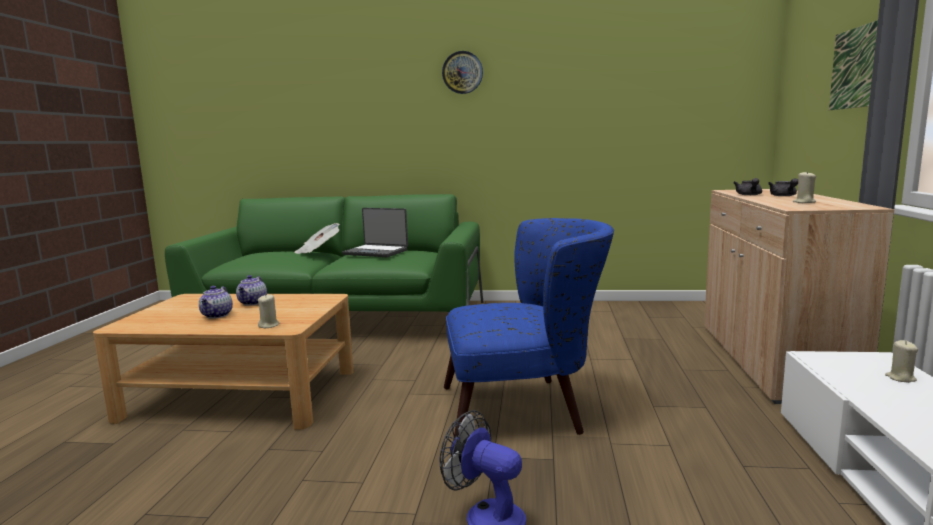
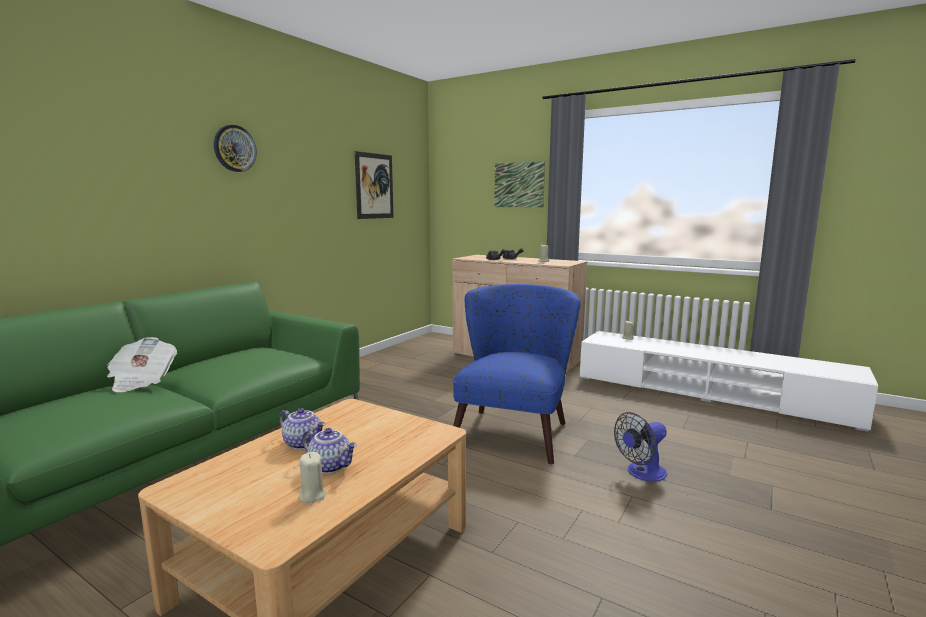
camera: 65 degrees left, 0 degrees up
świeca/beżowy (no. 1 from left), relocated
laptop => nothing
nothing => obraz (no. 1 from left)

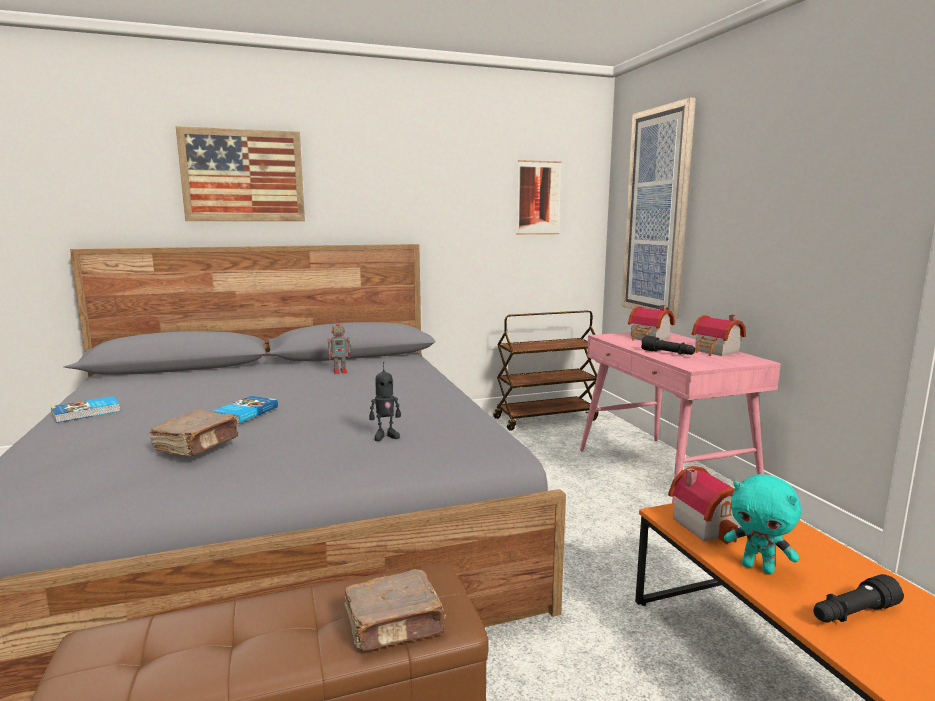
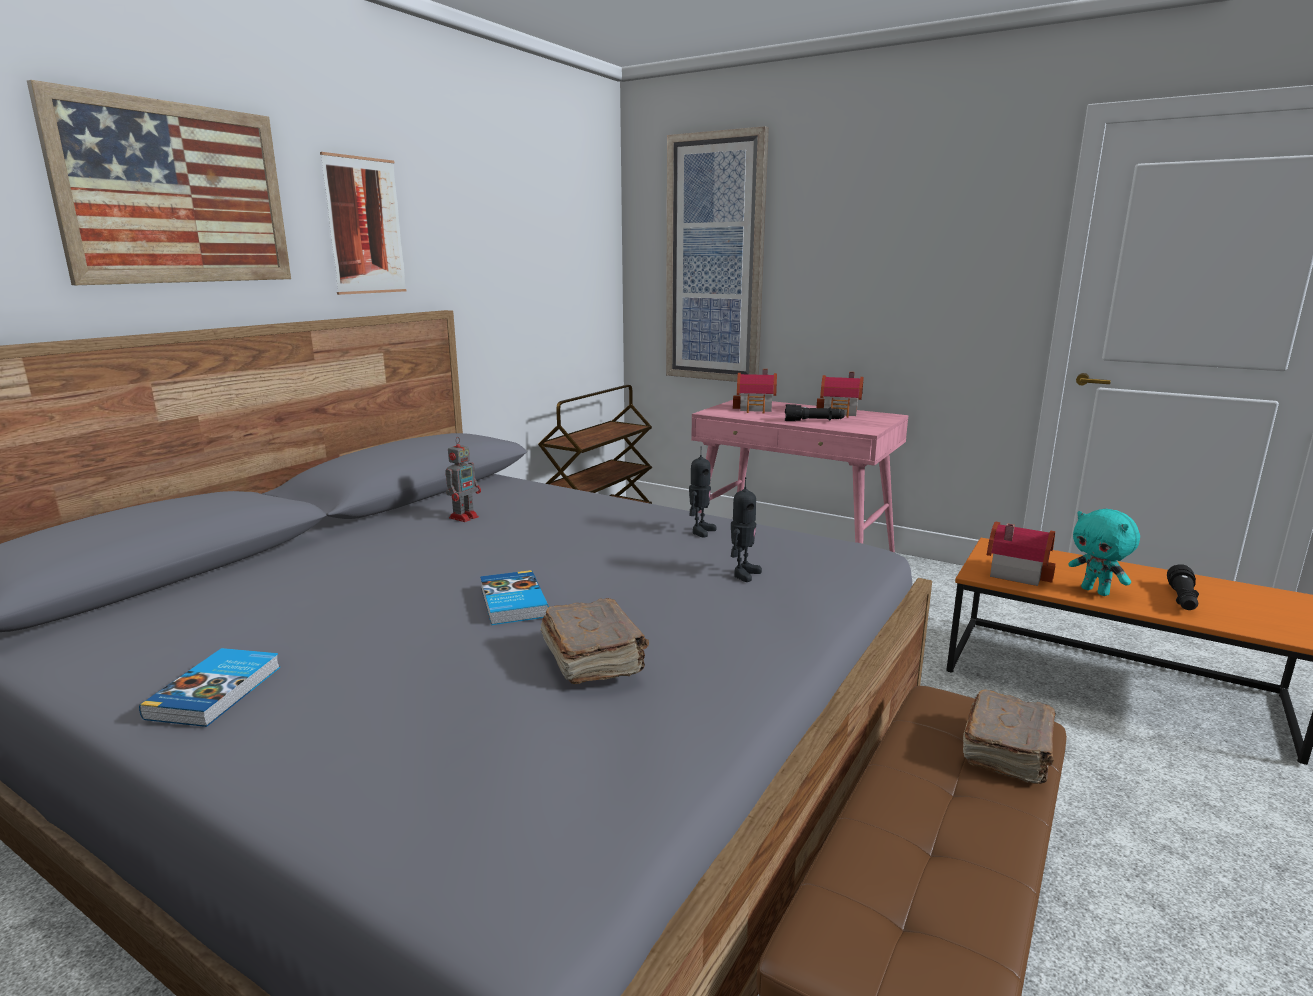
camera: 40 degrees left, 5 degrees up
obraz (no. 2 from left), relocated
pluszak/turkusowy, 60 degrees clockwise
nothing => robot zabawkowy (no. 2 from left)

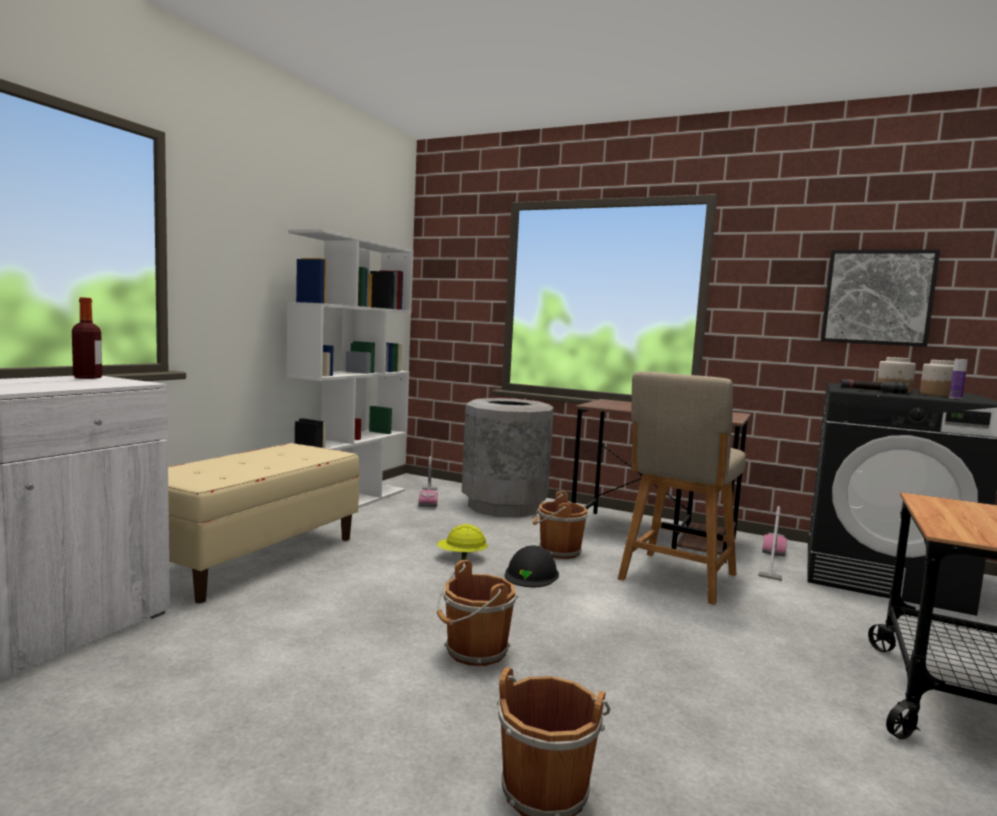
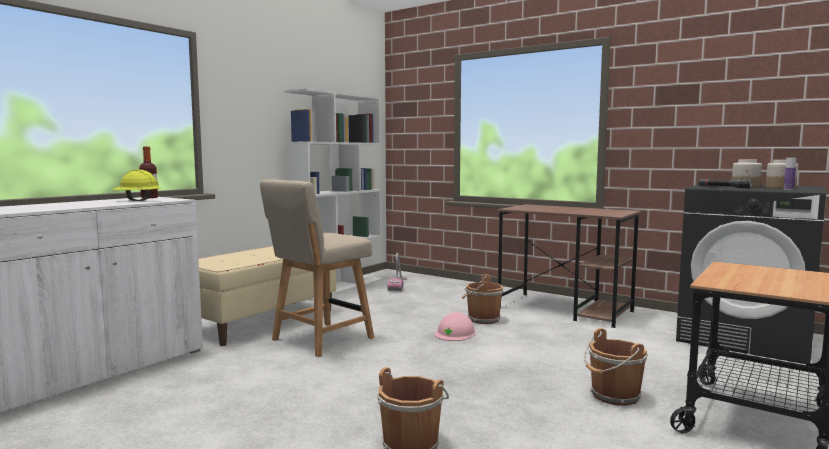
camera: 10 degrees right, 0 degrees up
kask/żółty, relocated
wiadro/brązowy (no. 1 from left in the first image) => wiadro/brązowy (no. 3 from left), relocated
kosz na śmieci/szary => nothing
kask/czarny => kask/różowy
krzesło/beżowy, relocated
odkurzacz (no. 2 from left) => nothing
obraz => nothing

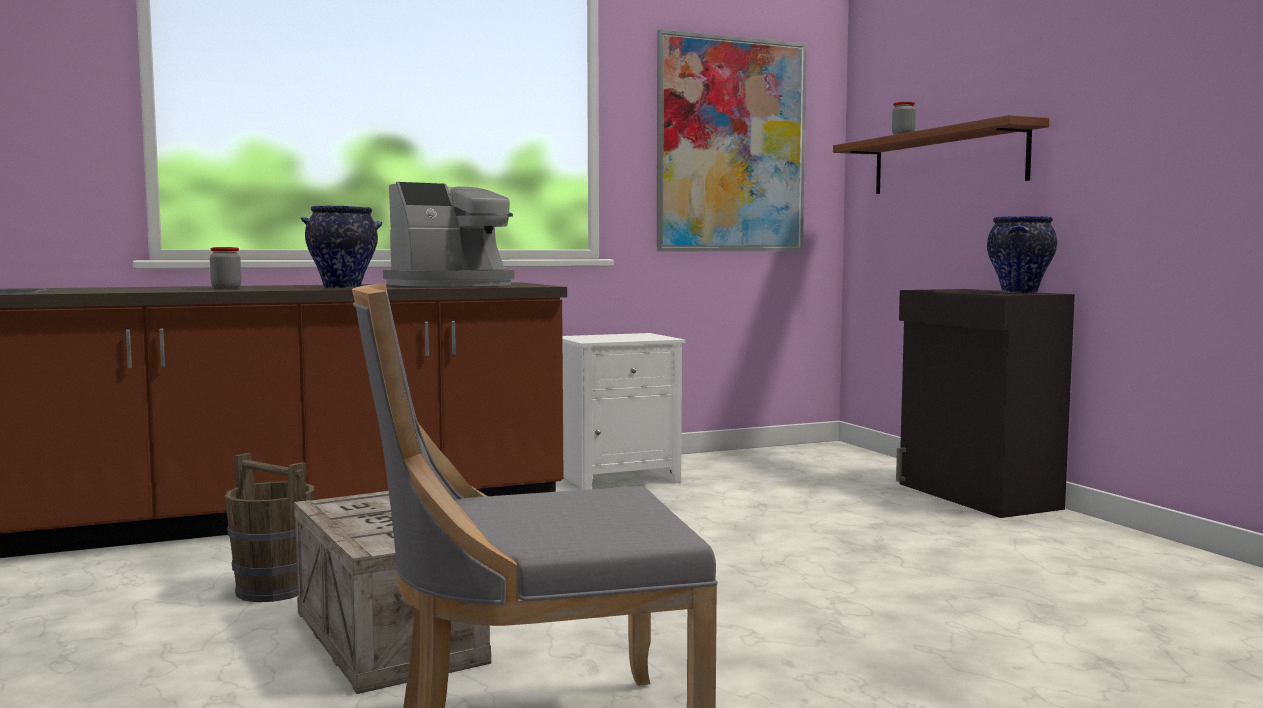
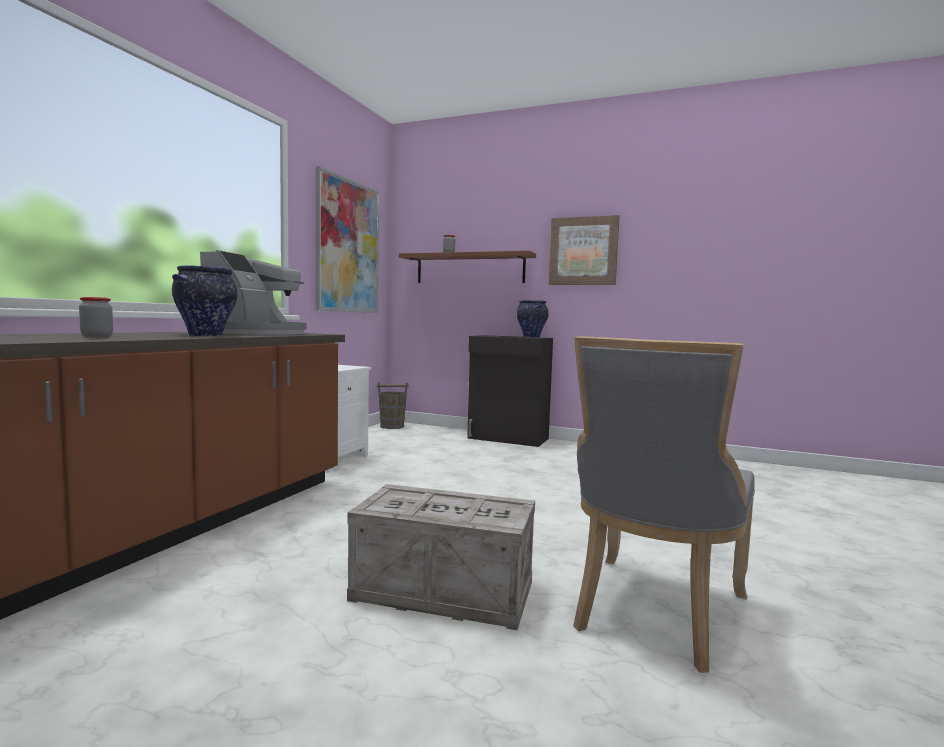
camera: 45 degrees left, 0 degrees up
wiadro/brązowy, relocated
nothing => obraz (no. 2 from left)

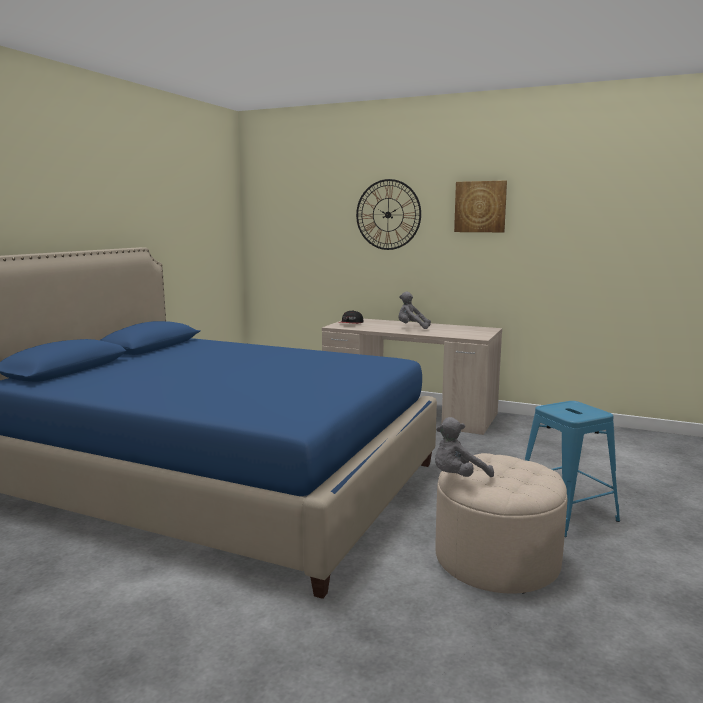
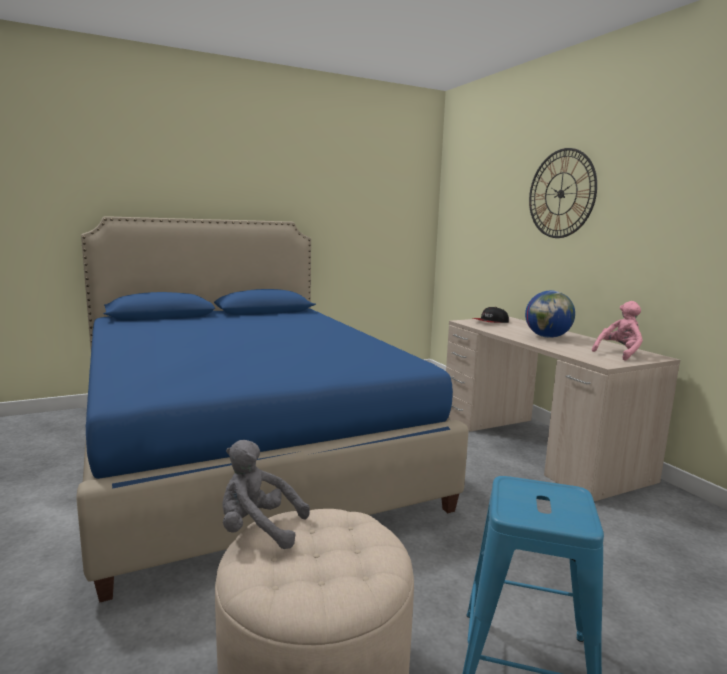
camera: 40 degrees right, 0 degrees up
pluszak/szary (no. 1 from left) => globus
obraz => nothing
nothing => pluszak/różowy

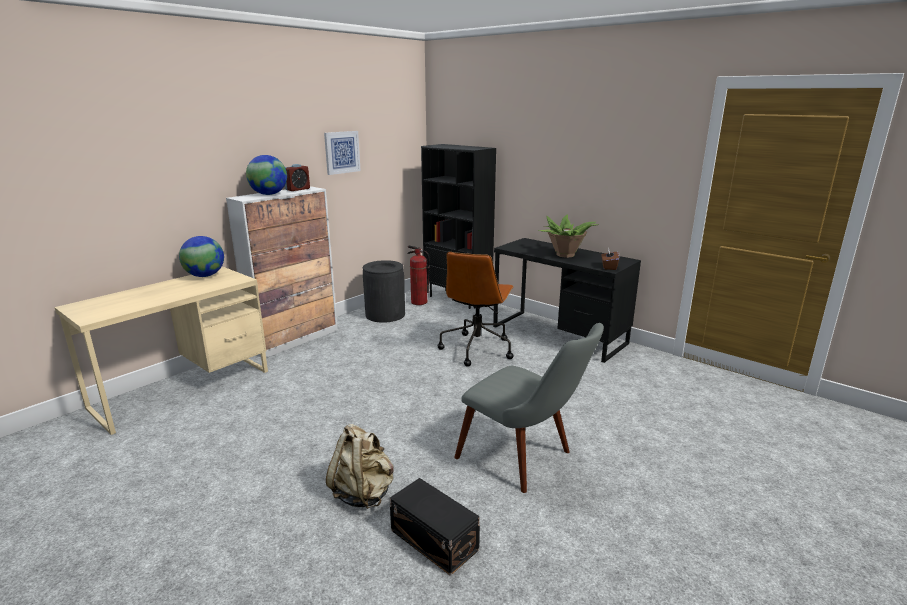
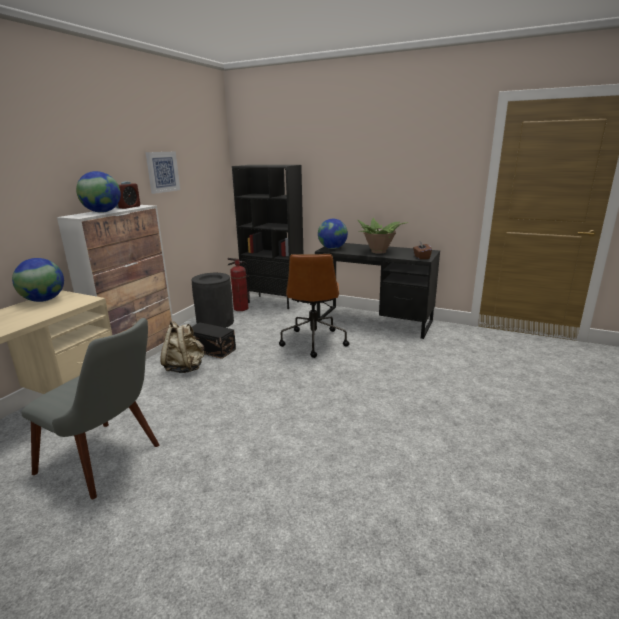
camera: 15 degrees left, 0 degrees up
plecak/beżowy, relocated
pojemnik do przechowywania/czarny, relocated
krzesło/szary, relocated
nothing => globus (no. 3 from left)

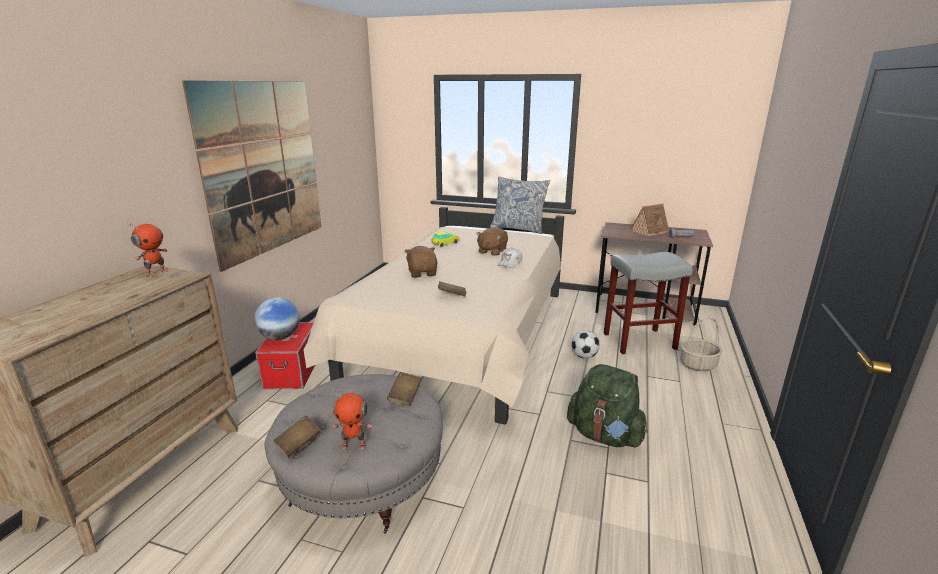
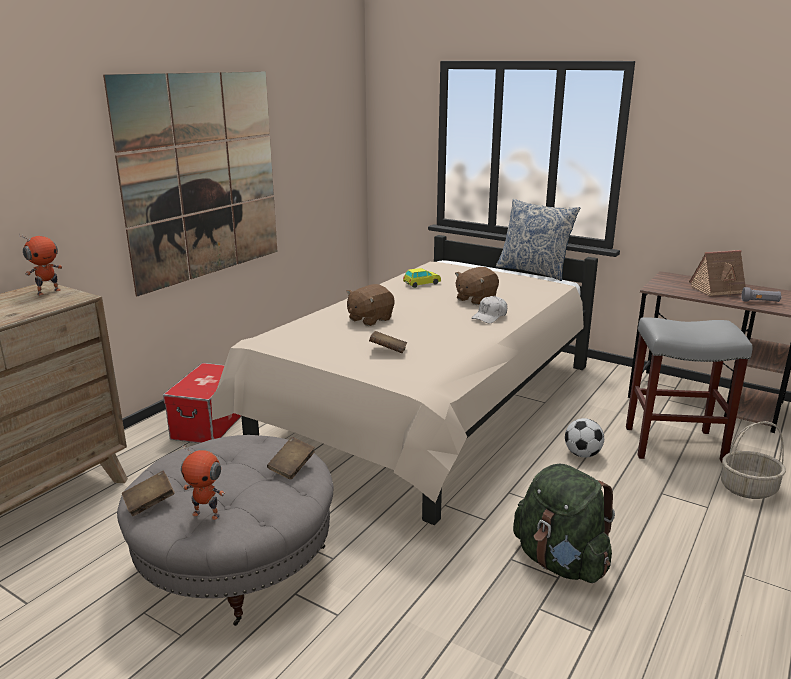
camera: 15 degrees right, 0 degrees up
globus => nothing
pluszak/brązowy (no. 1 from left), 135 degrees counterclockwise

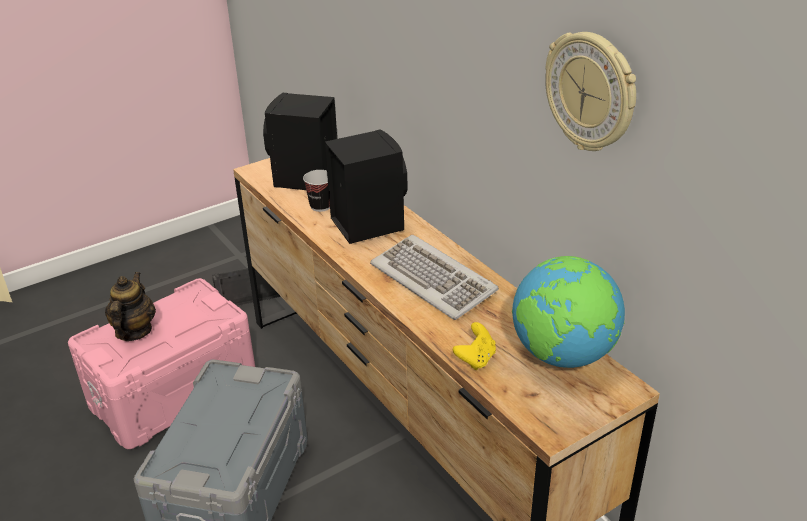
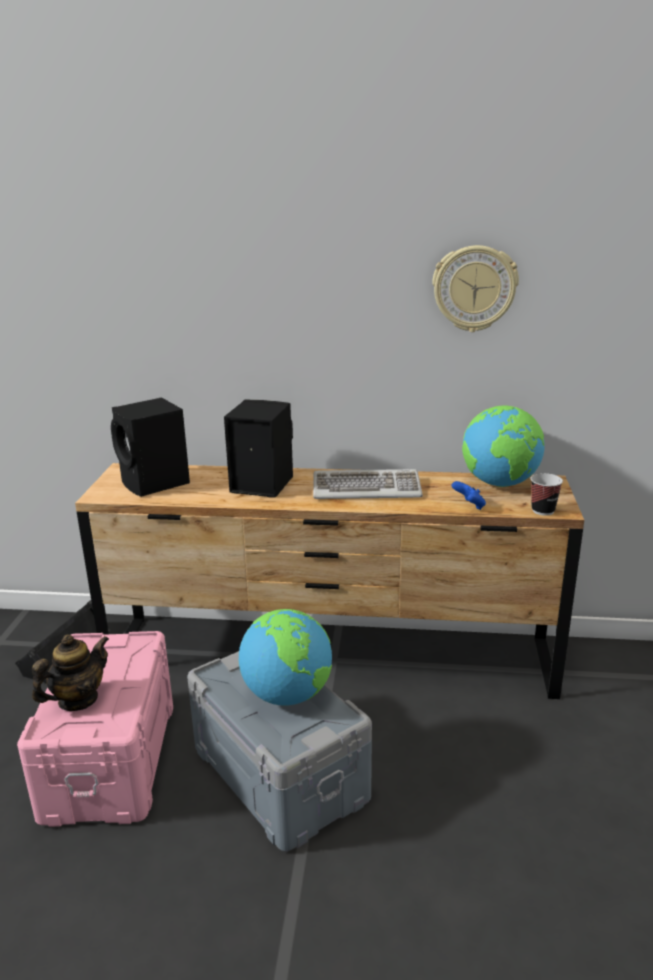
camera: 50 degrees left, 10 degrees down
imbryk, 90 degrees clockwise
filiżanka, relocated
pad do gier/żółty => pad do gier/niebieski
nothing => globus (no. 1 from left)

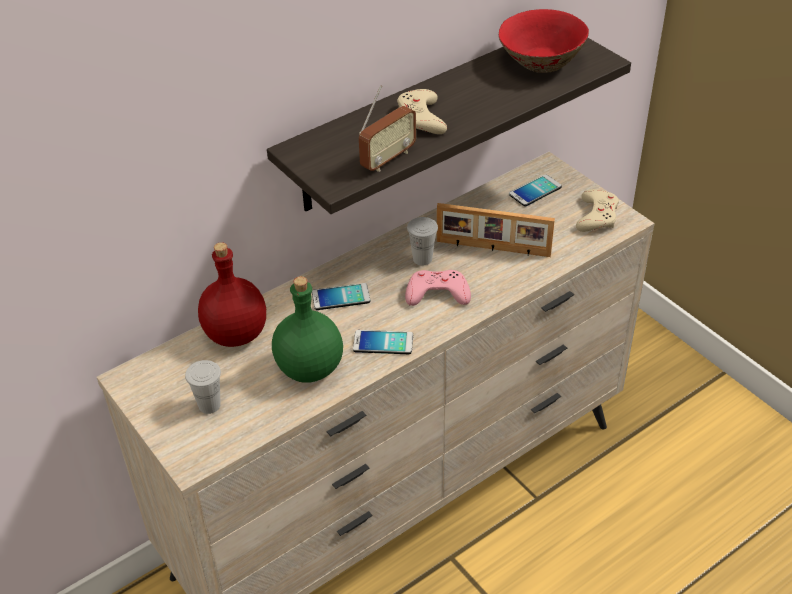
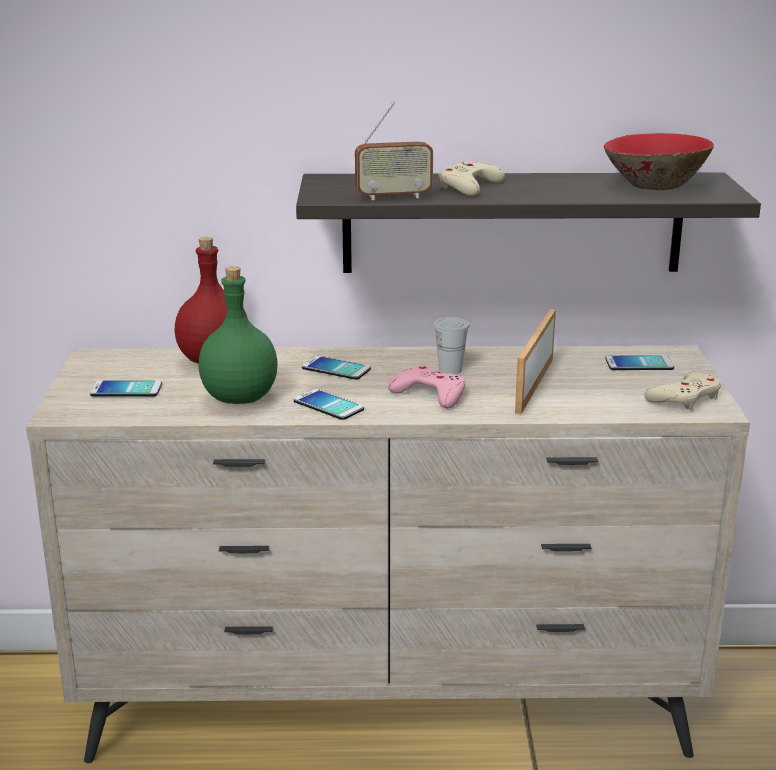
camera: 35 degrees right, 20 degrees down
filiżanka/biały (no. 1 from left) => telefon (no. 1 from left)
ramka na zdjęcie, 60 degrees clockwise

